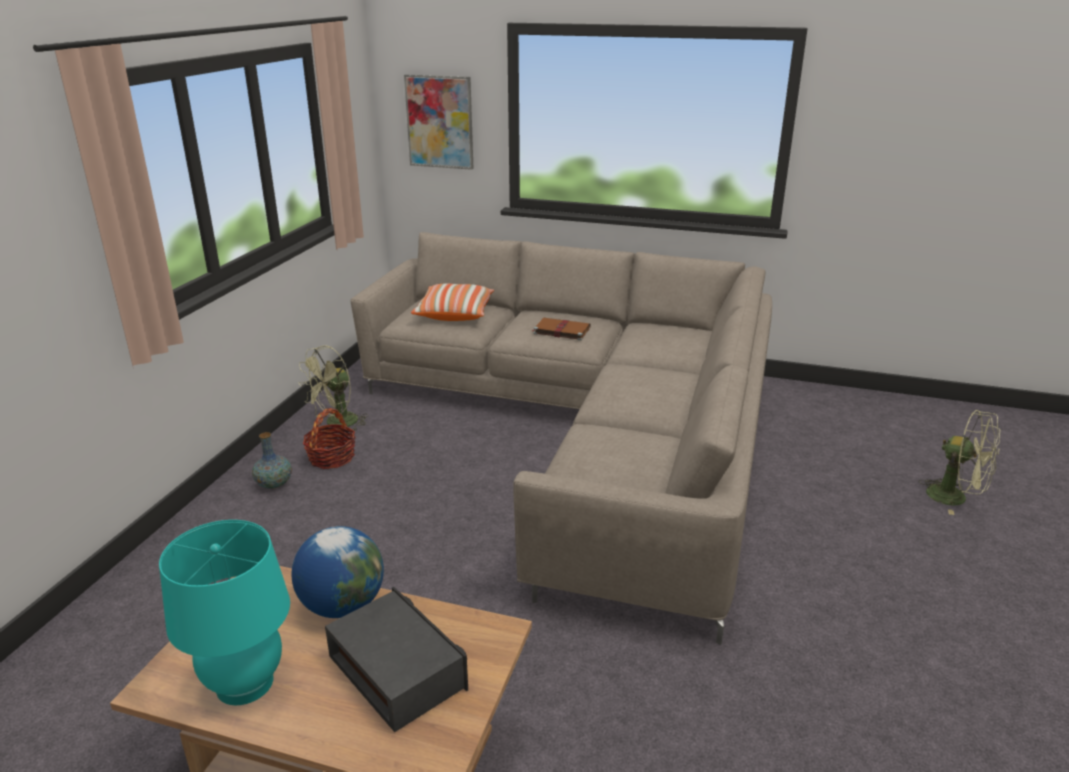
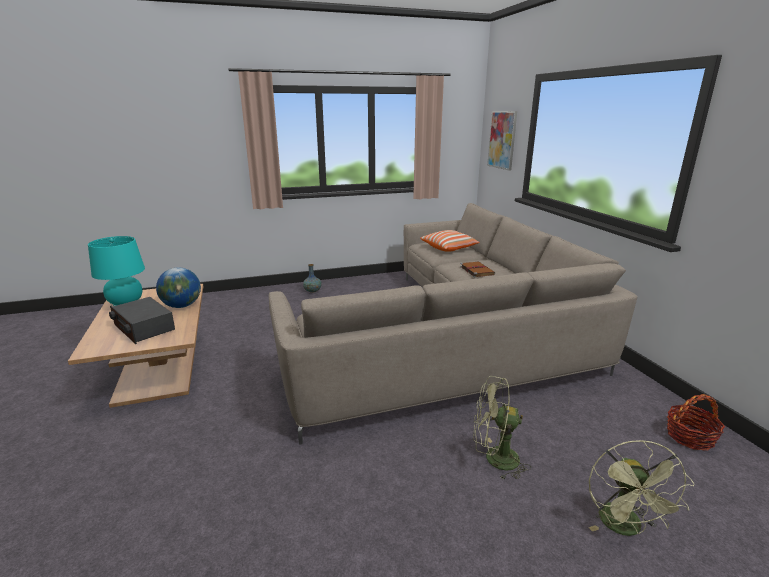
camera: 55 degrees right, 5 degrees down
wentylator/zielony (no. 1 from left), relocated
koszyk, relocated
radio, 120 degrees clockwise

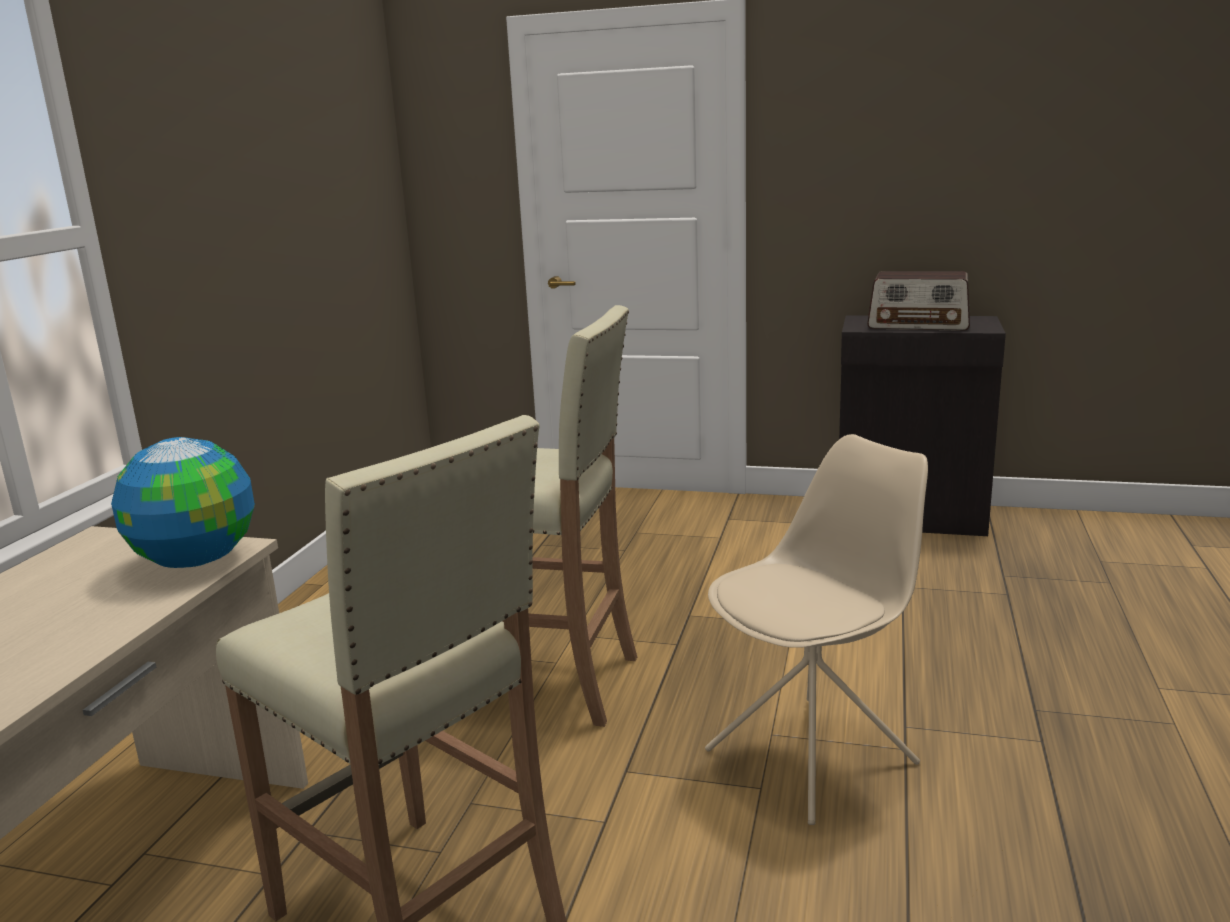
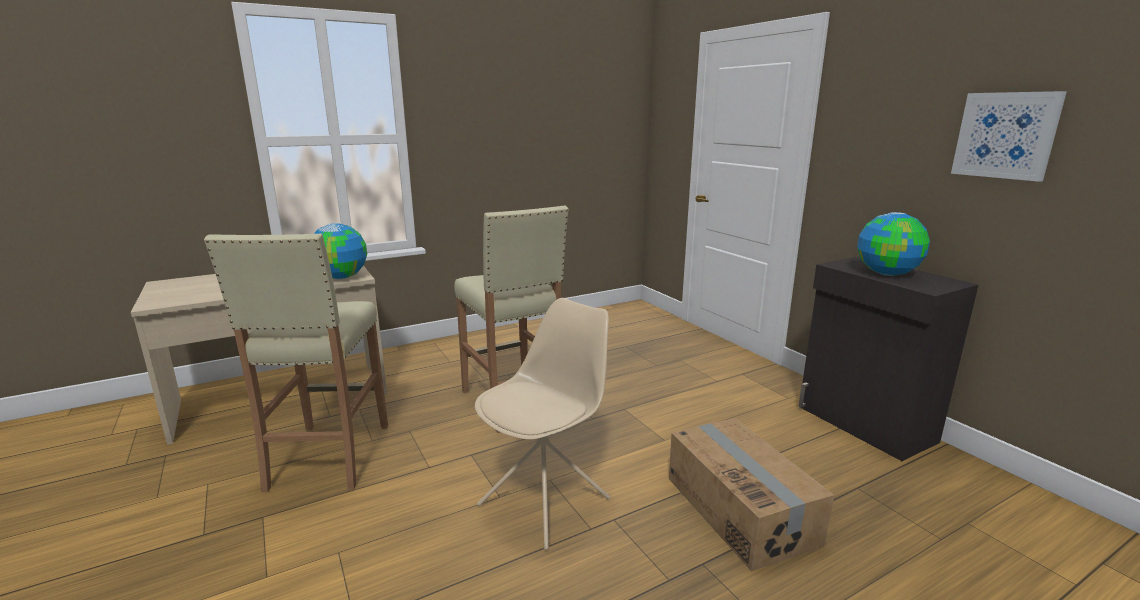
camera: 45 degrees right, 0 degrees up
krzesło/beżowy, 60 degrees counterclockwise
radio => globus (no. 2 from left)
nothing => karton
nothing => obraz

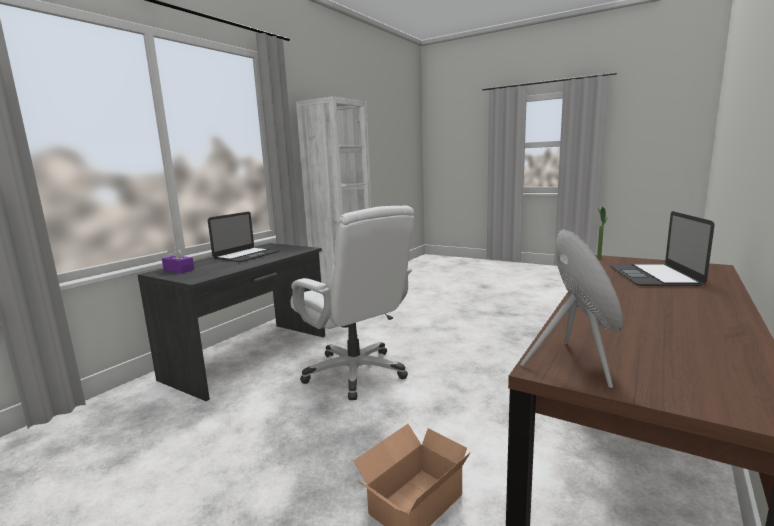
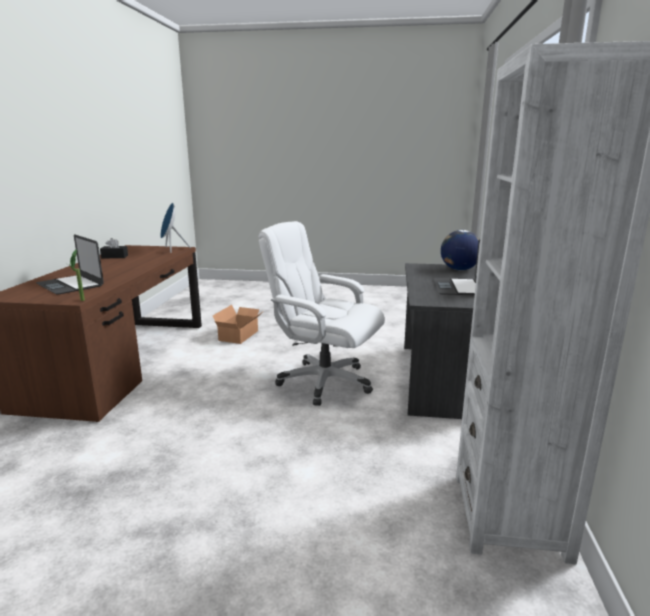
camera: 155 degrees right, 5 degrees up
pudełko chusteczek/fioletowy => globus
laptop (no. 2 from left in the first image) => laptop (no. 1 from left), 150 degrees clockwise
nothing => pudełko chusteczek/czarny

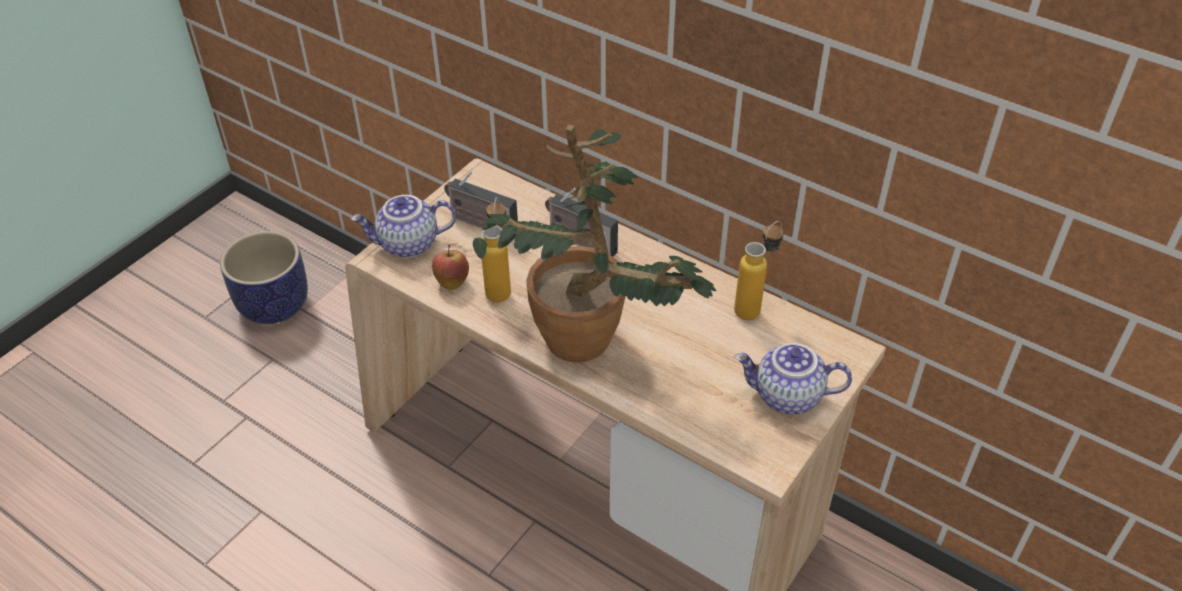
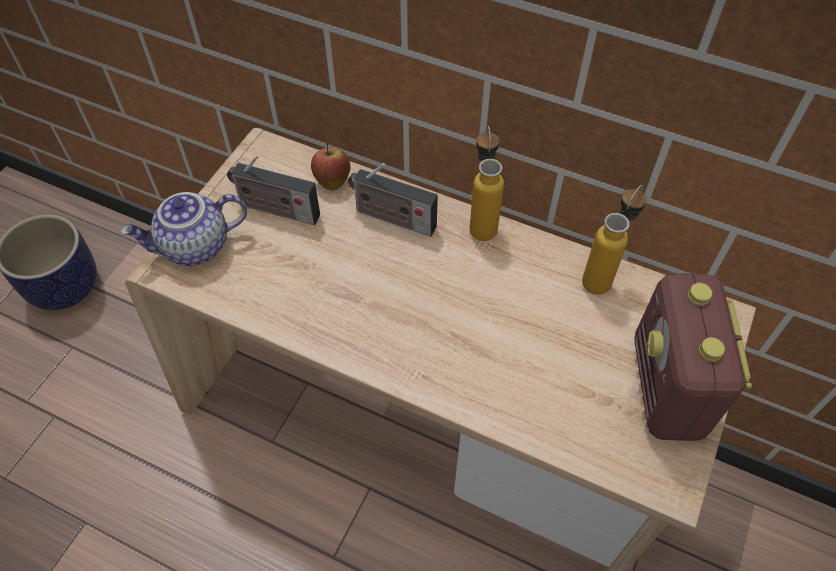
camera: 10 degrees left, 10 degrees up
jabłko, relocated
roślina doniczkowa => nothing
butelka (no. 1 from left), relocated
imbryk (no. 2 from left) => radio (no. 3 from left)

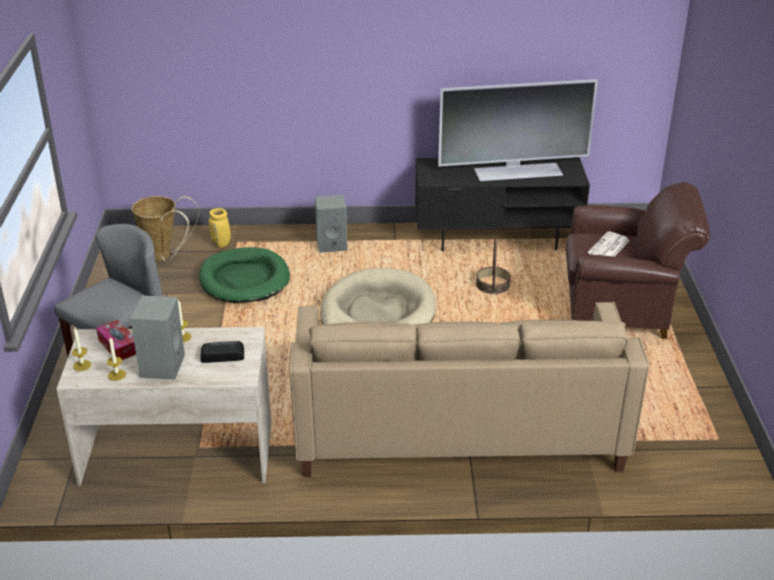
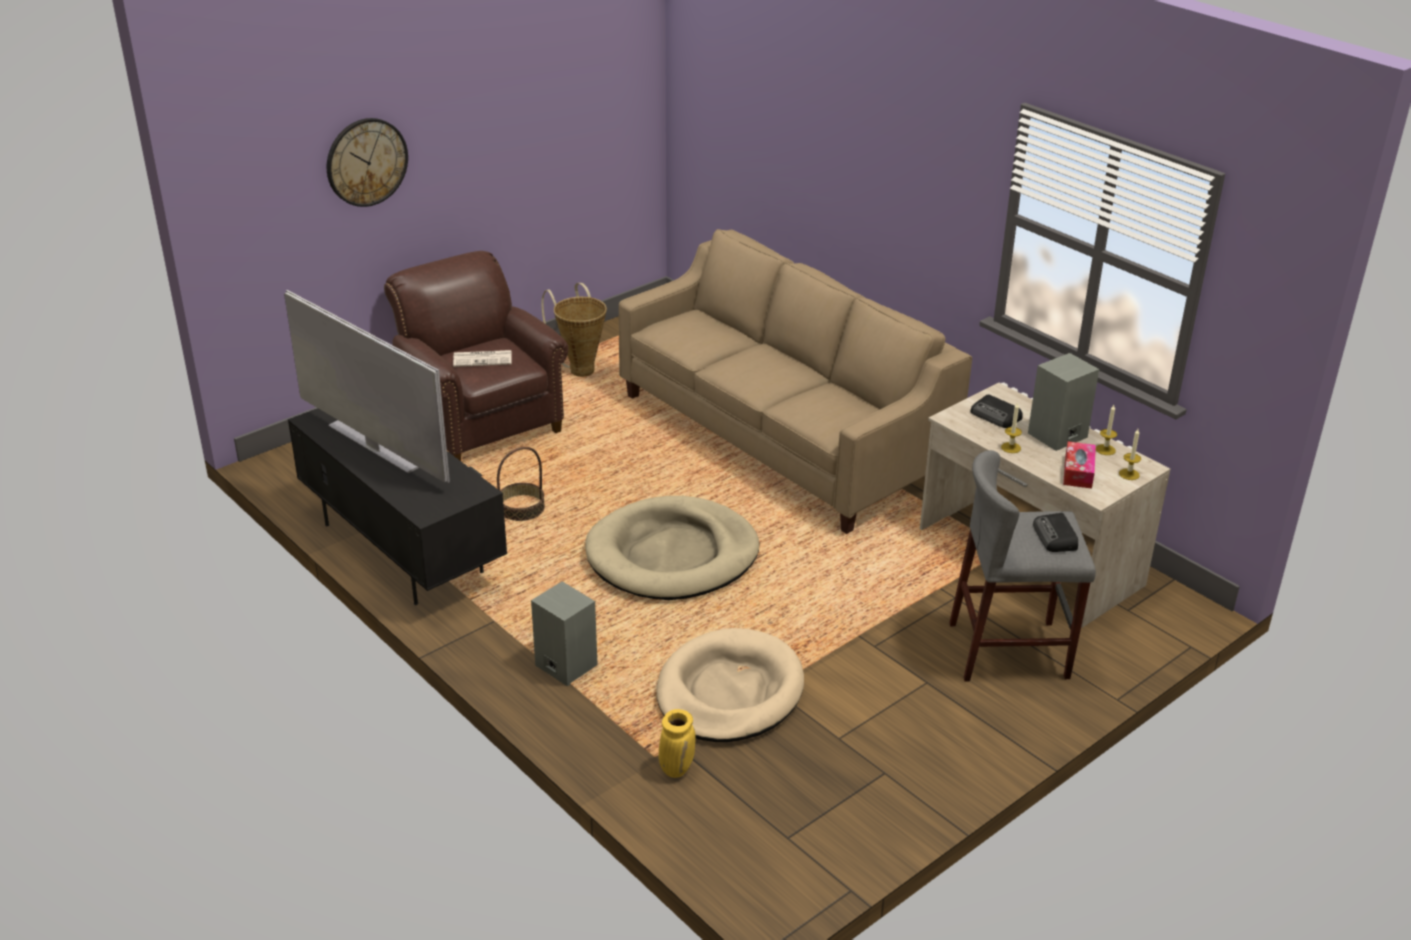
camera: 130 degrees left, 0 degrees up
koszyk (no. 1 from left in the first image) => koszyk (no. 2 from left), relocated
legowisko/zielony => legowisko/beżowy (no. 2 from left)
nothing => zegar ścienny
nothing => radio (no. 2 from left)

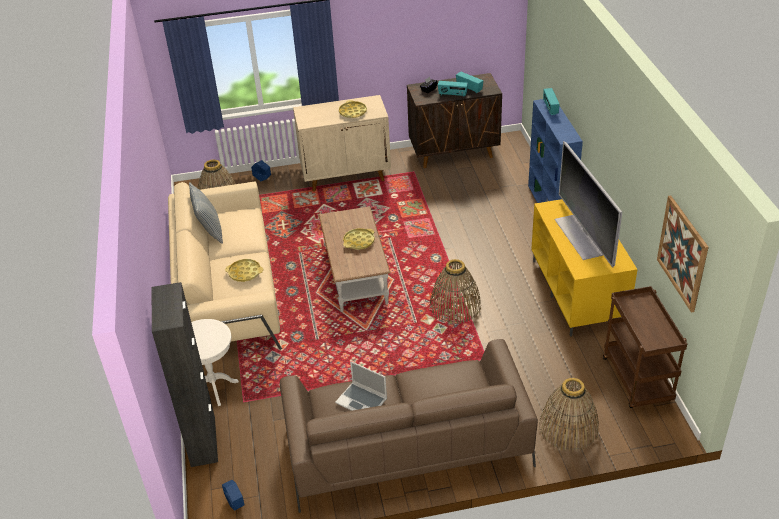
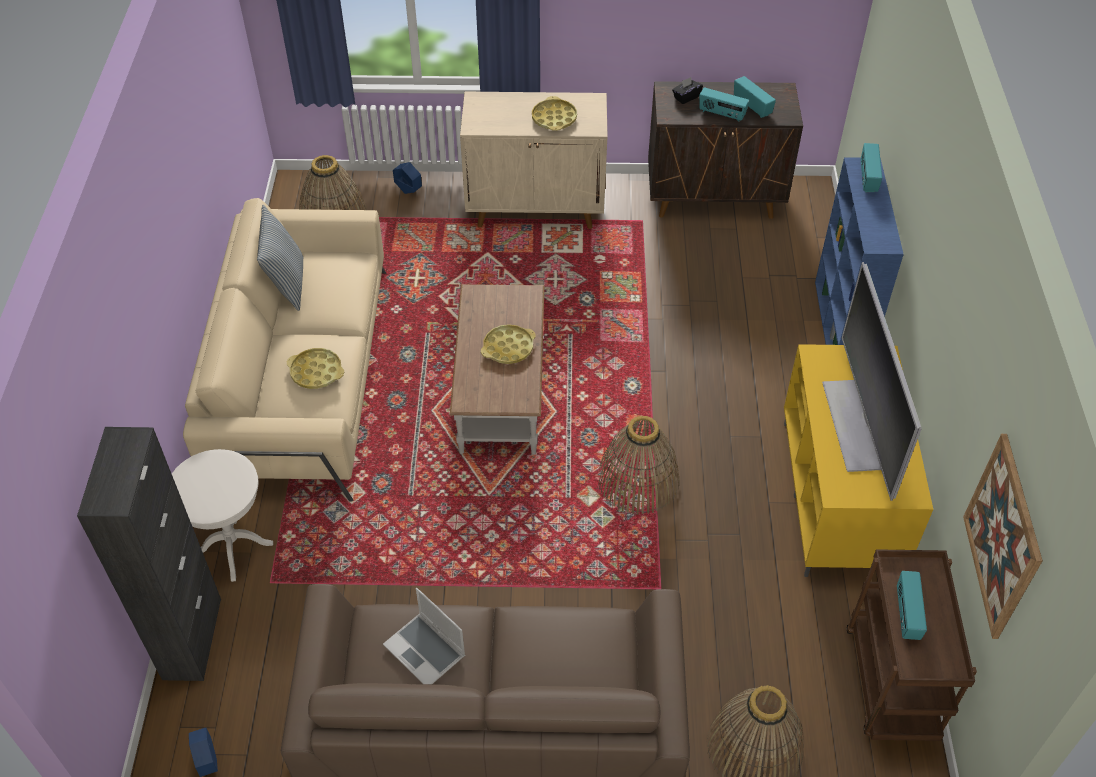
camera: 10 degrees right, 10 degrees up
nothing => radio (no. 4 from left)

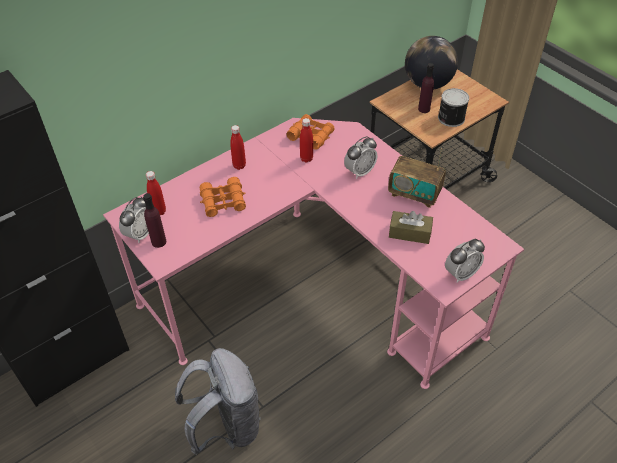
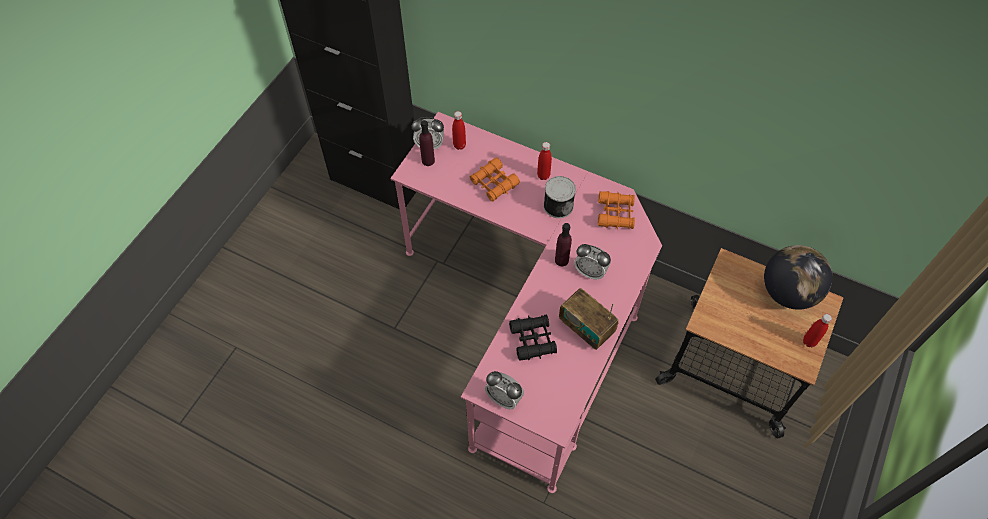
camera: 65 degrees right, 10 degrees up
plecak/szary => nothing
butelka/czerwony (no. 3 from left), relocated
radio, 45 degrees counterclockwise
pudełko chusteczek/brązowy => lornetka/czarny
butelka/fioletowy (no. 2 from left), relocated
puszka, relocated

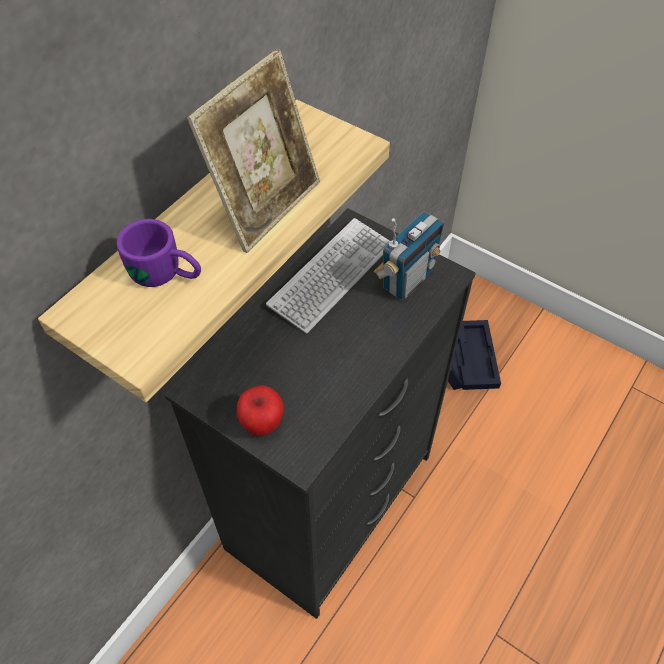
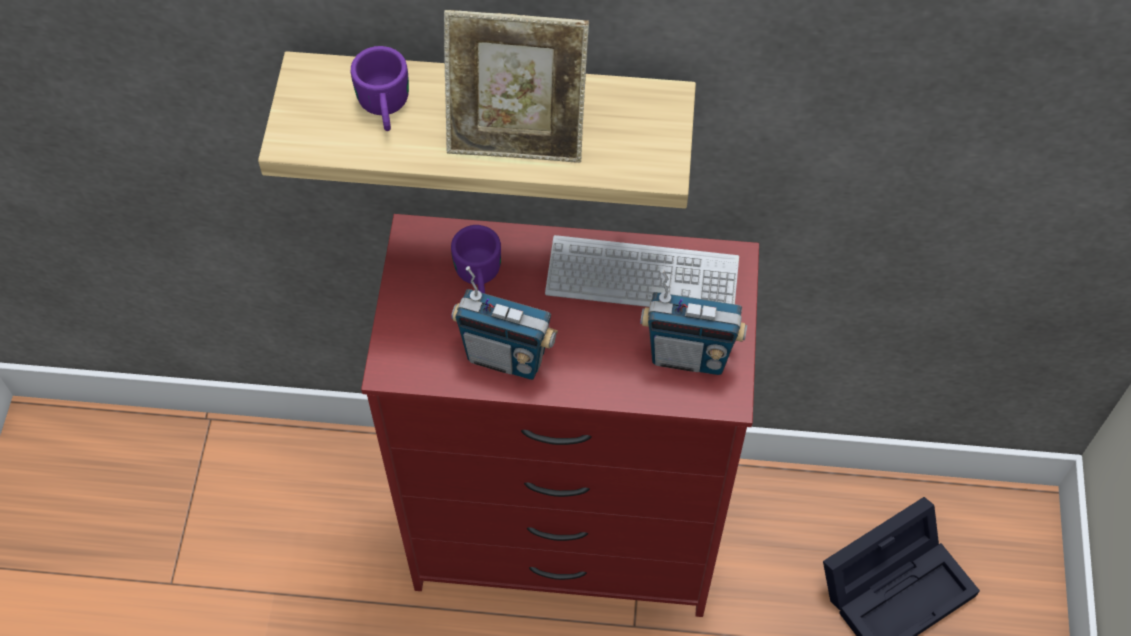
camera: 60 degrees right, 5 degrees up
komoda/czarny => komoda/czerwony
jabłko => nothing
nothing => kubek/fioletowy (no. 2 from left)
nothing => radio (no. 1 from left)

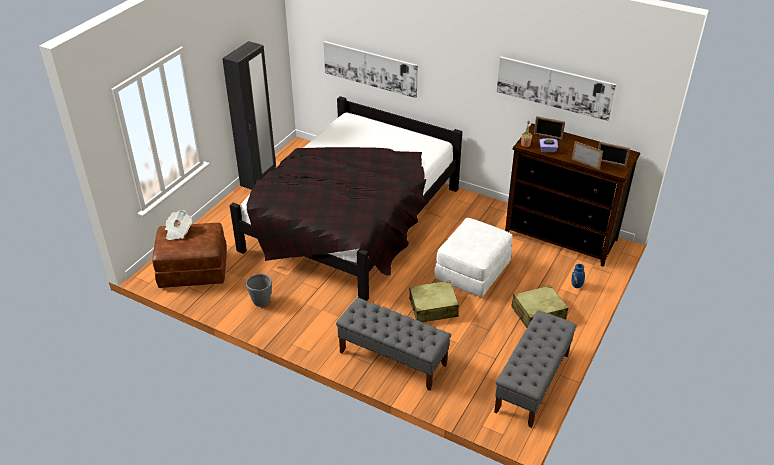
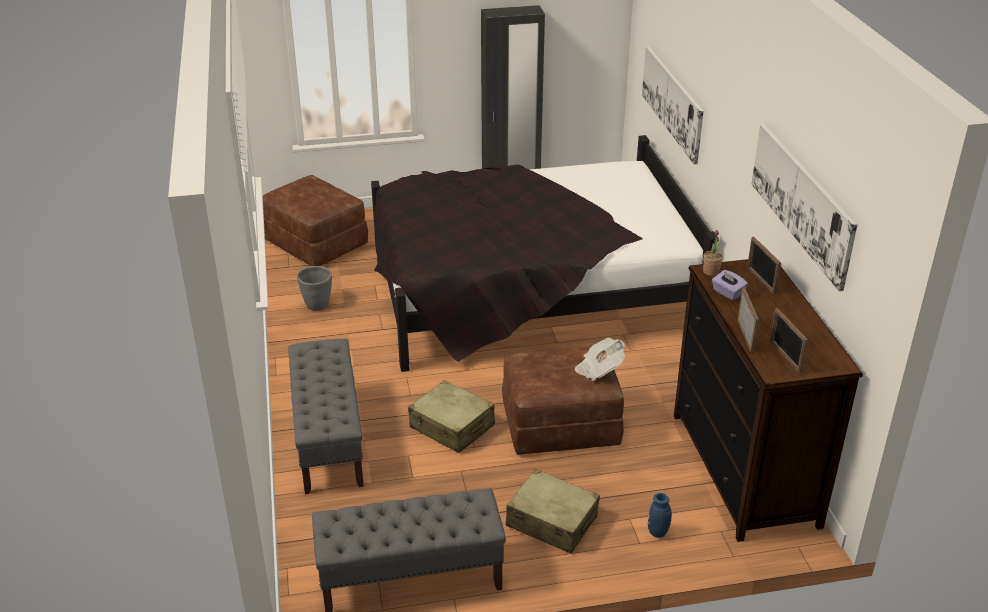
camera: 50 degrees right, 5 degrees down
gazeta, relocated
pufa/biały => pufa/brązowy (no. 2 from left)

